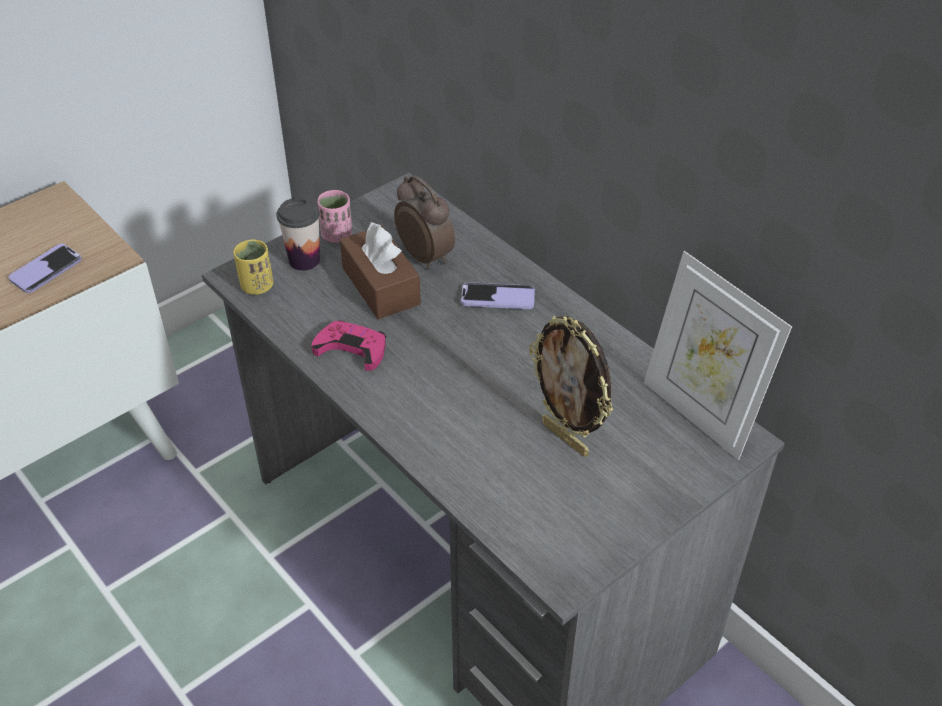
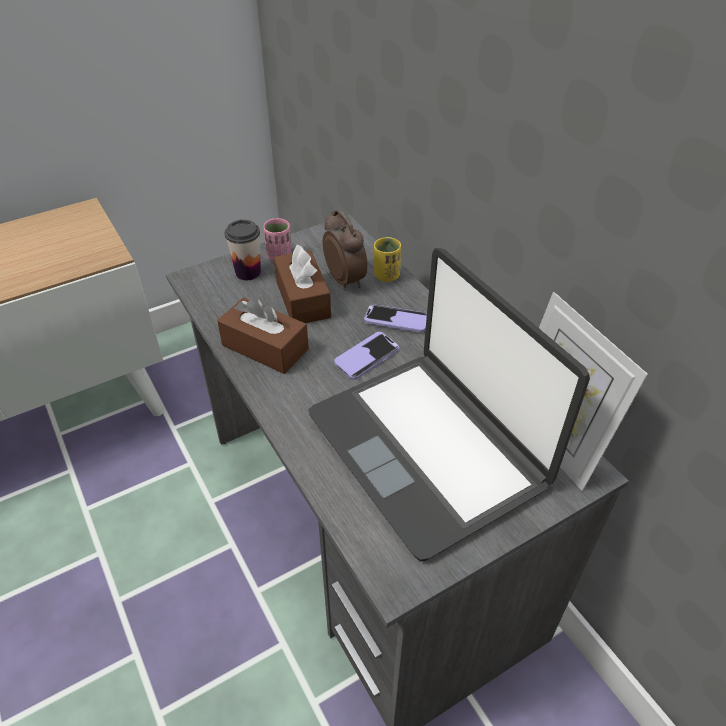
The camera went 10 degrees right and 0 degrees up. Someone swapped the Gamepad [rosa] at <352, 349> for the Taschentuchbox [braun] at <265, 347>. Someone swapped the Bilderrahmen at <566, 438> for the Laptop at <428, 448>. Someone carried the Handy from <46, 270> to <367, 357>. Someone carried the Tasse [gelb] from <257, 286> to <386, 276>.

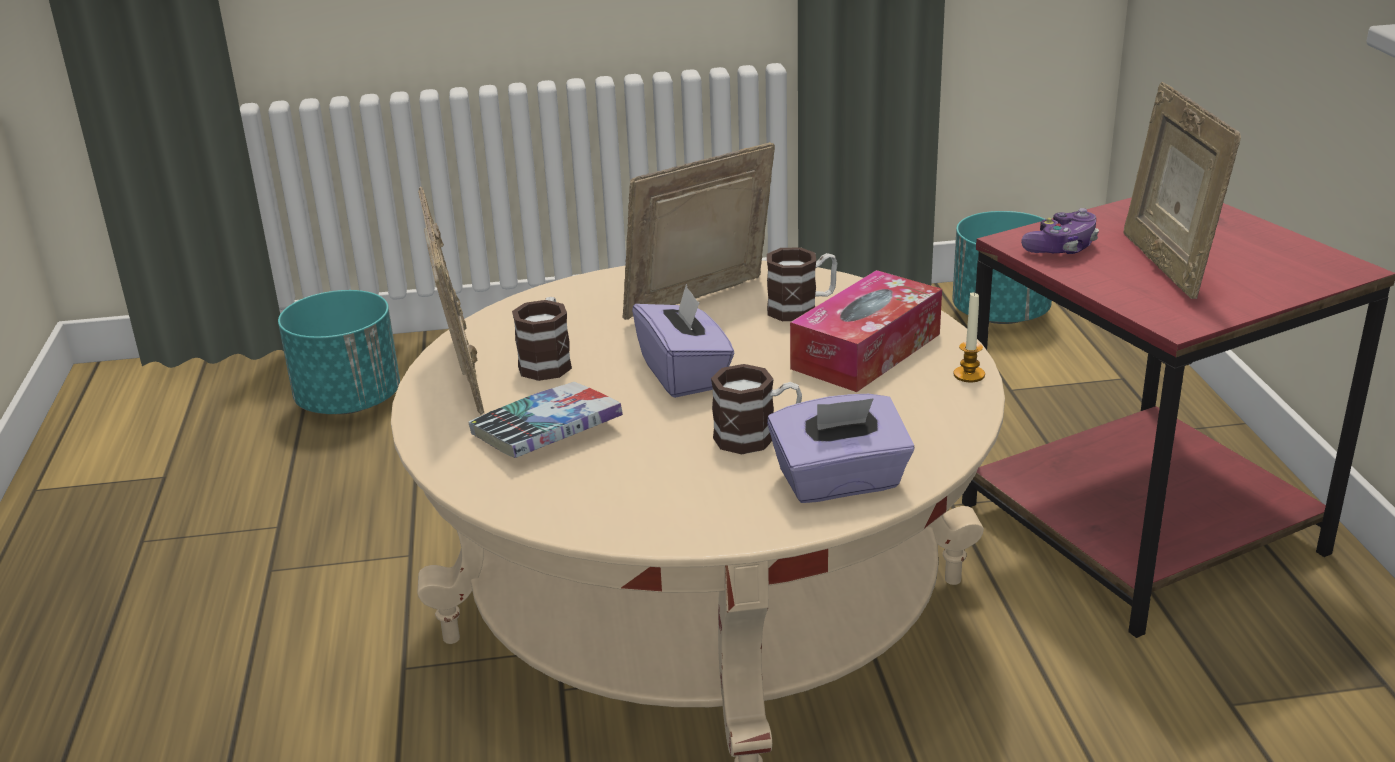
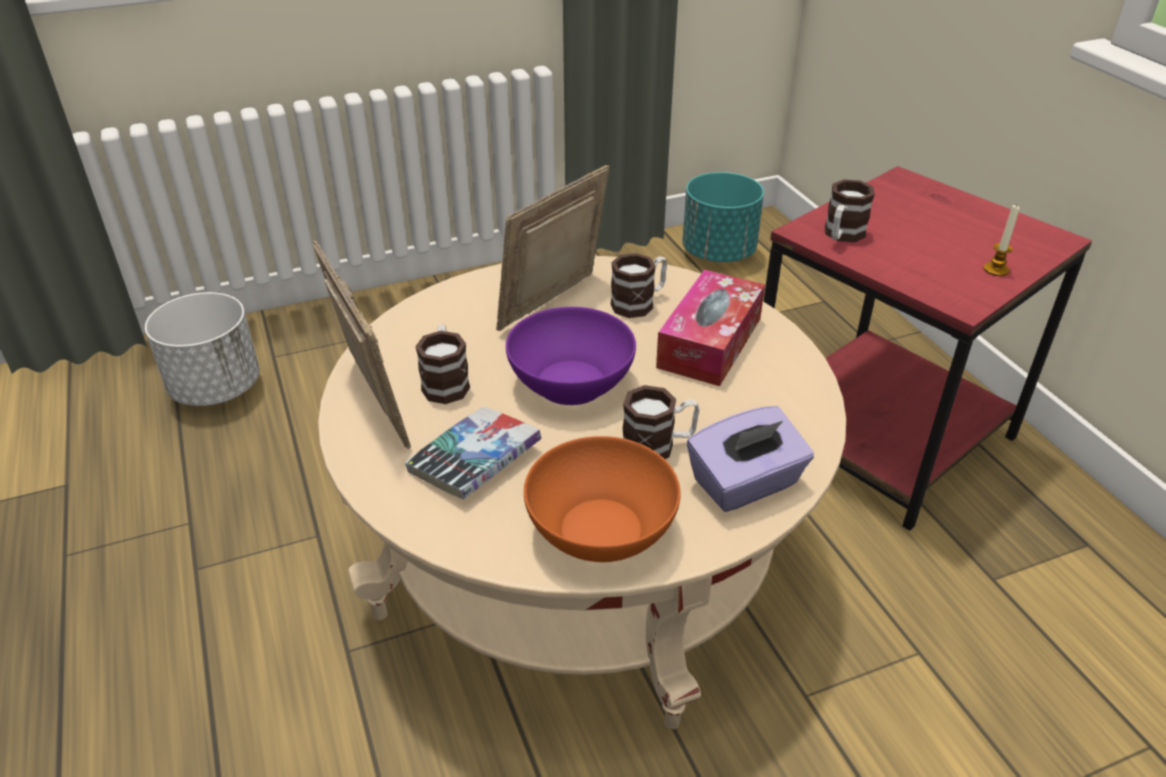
The camera went 15 degrees left and 10 degrees up. Someone repainted the Pflanzkübel [türkis] at <349, 402>, which became the Pflanzkübel [weiß] at <216, 388>. Someone swapped the Taschentuchbox [lila] at <684, 374> for the Schüssel [lila] at <570, 383>. Someone put down the Schüssel [orange] at <601, 531>. Someone swapped the Gamepad at <1061, 248> for the Henkelbecher at <841, 236>. Someone carried the Kerze from <969, 375> to <996, 269>. Someone took away the Bilderrahmen at <1166, 266>.

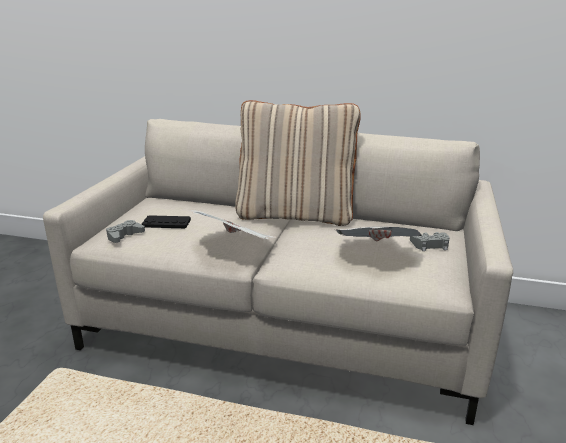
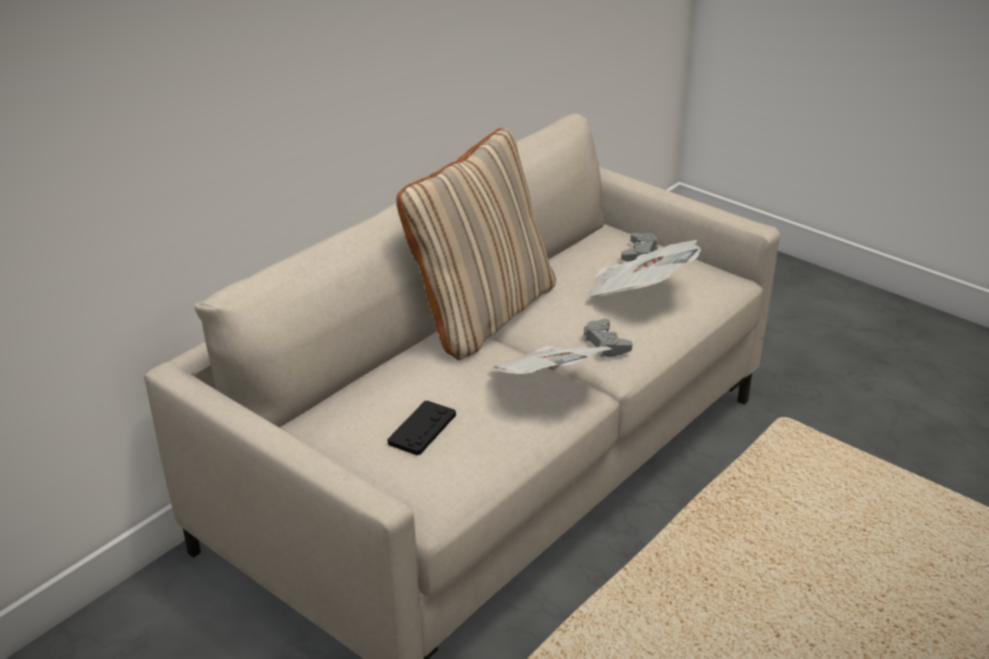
The camera went 65 degrees left and 10 degrees up. Someone carried the Gamepad [grau] from <124, 236> to <605, 344>.

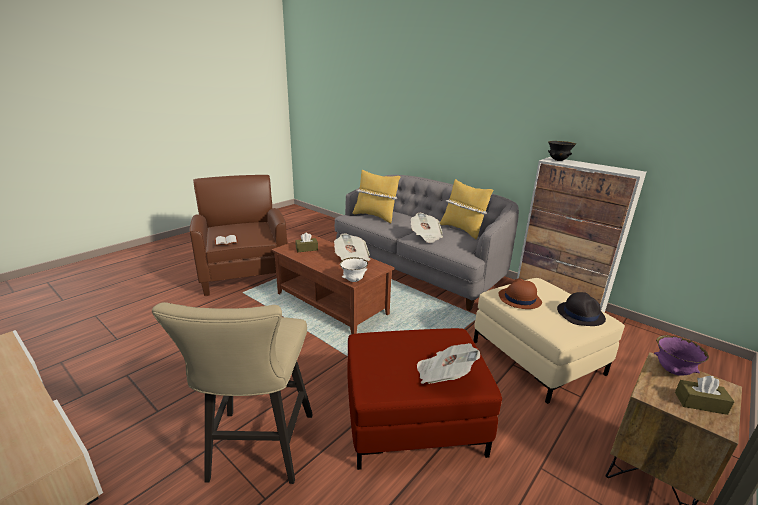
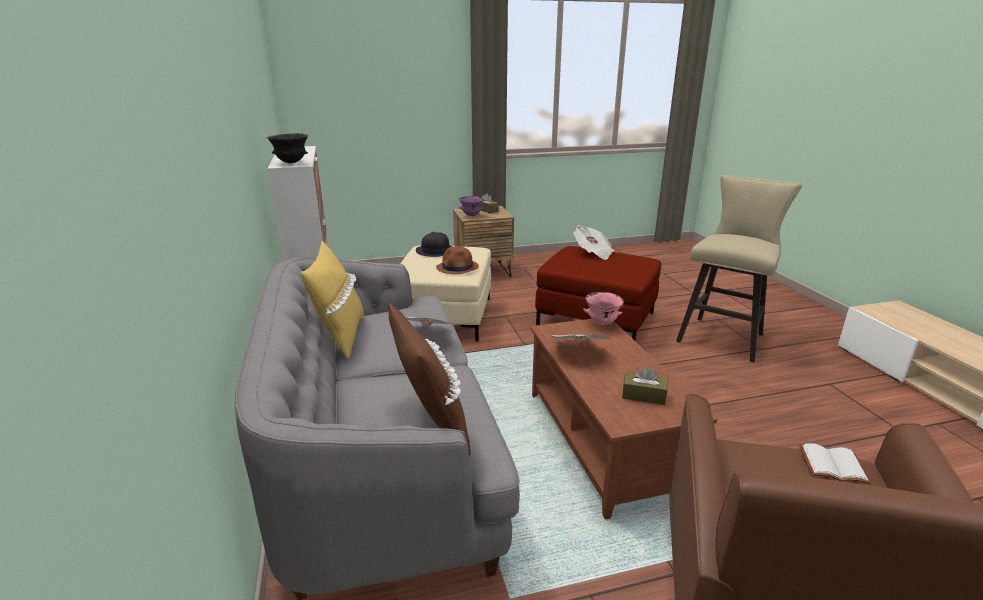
The camera went 145 degrees left and 0 degrees up. Someone repainted the Kissen [gelb] at <375, 216>, which became the Kissen [braun] at <430, 423>. Someone repainted the Schüssel [weiß] at <354, 280>, which became the Schüssel [rosa] at <602, 323>.

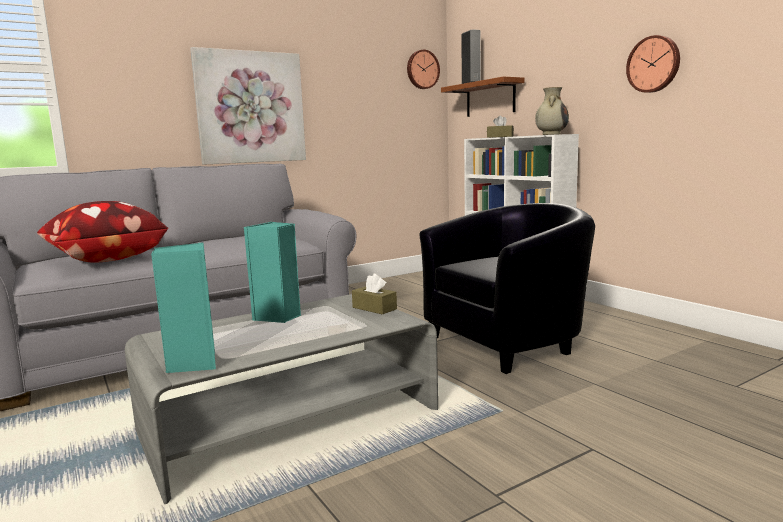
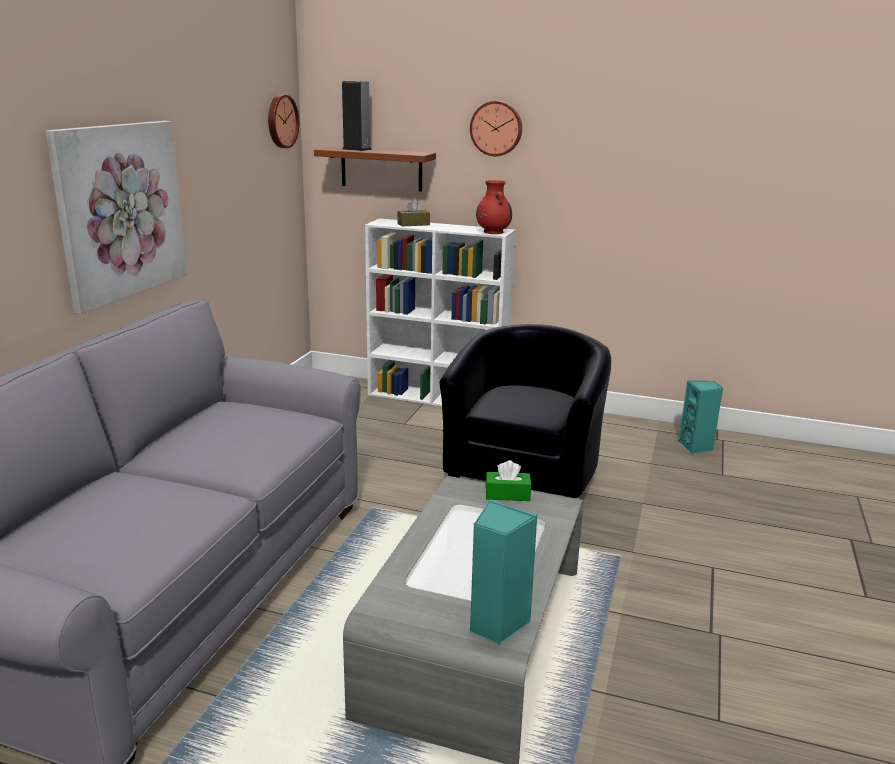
The camera went 40 degrees left and 10 degrees up. Someone carried the Wanduhr from <654, 64> to <496, 128>. Someone repainted the Vase [beige] at <551, 134>, which became the Vase [rot] at <493, 232>. Someone repainted the Taschentuchbox [braun] at <374, 308>, which became the Taschentuchbox [grün] at <507, 494>. Someone carried the Lautsprecher [türkis] from <278, 317> to <696, 447>. Someone took away the Kissen at <105, 260>.

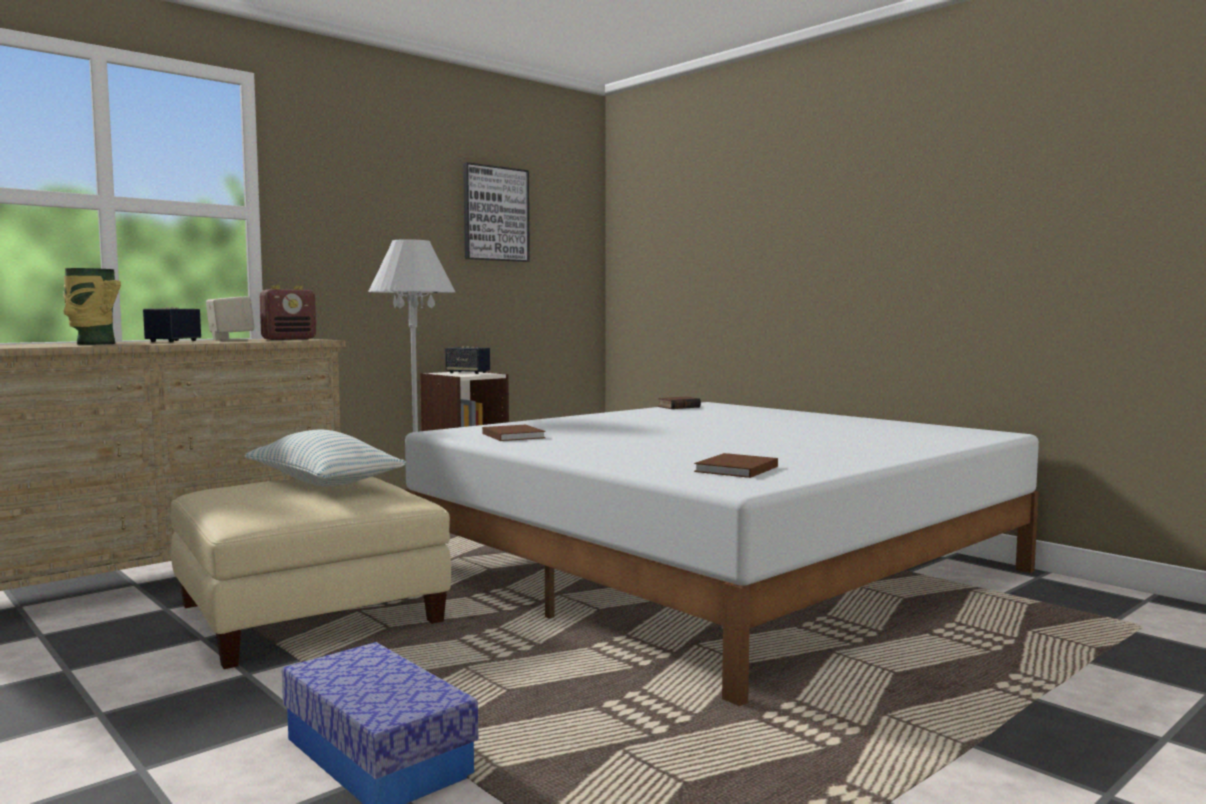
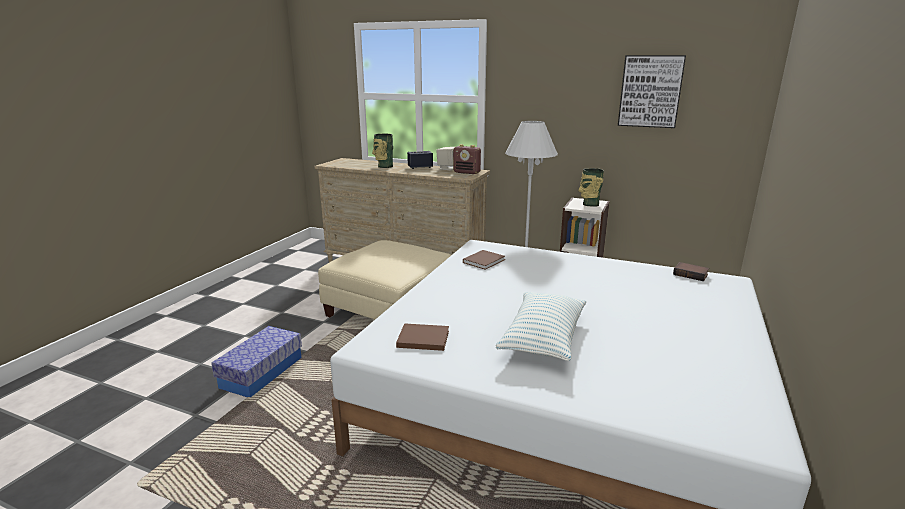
The camera went 65 degrees right and 15 degrees up. Someone carried the Kissen from <324, 483> to <543, 338>. Someone swapped the Lautsprecher at <468, 373> for the Vase at <589, 204>.

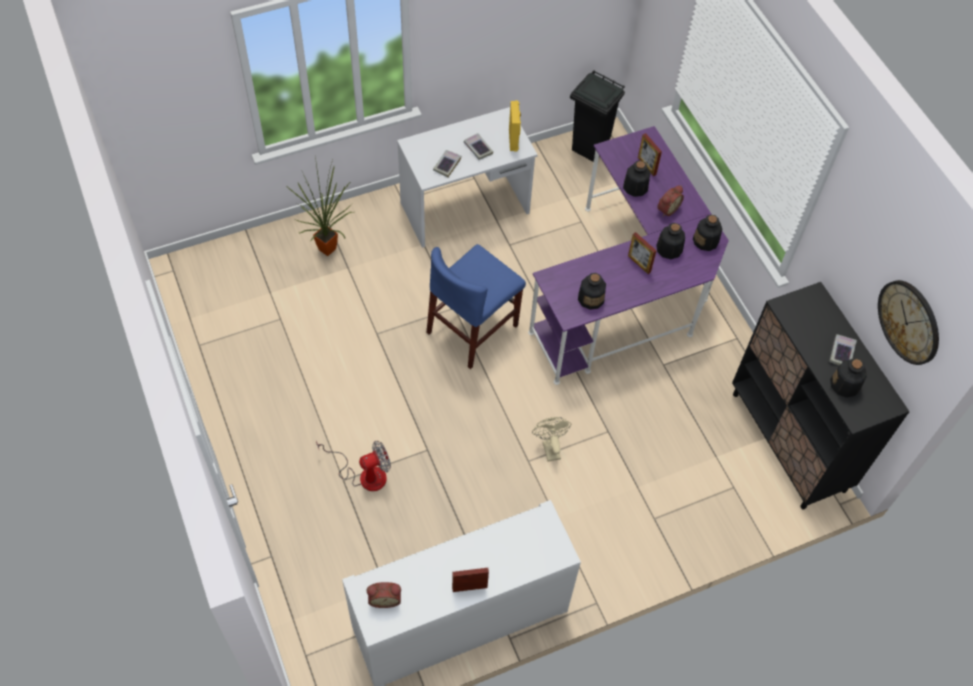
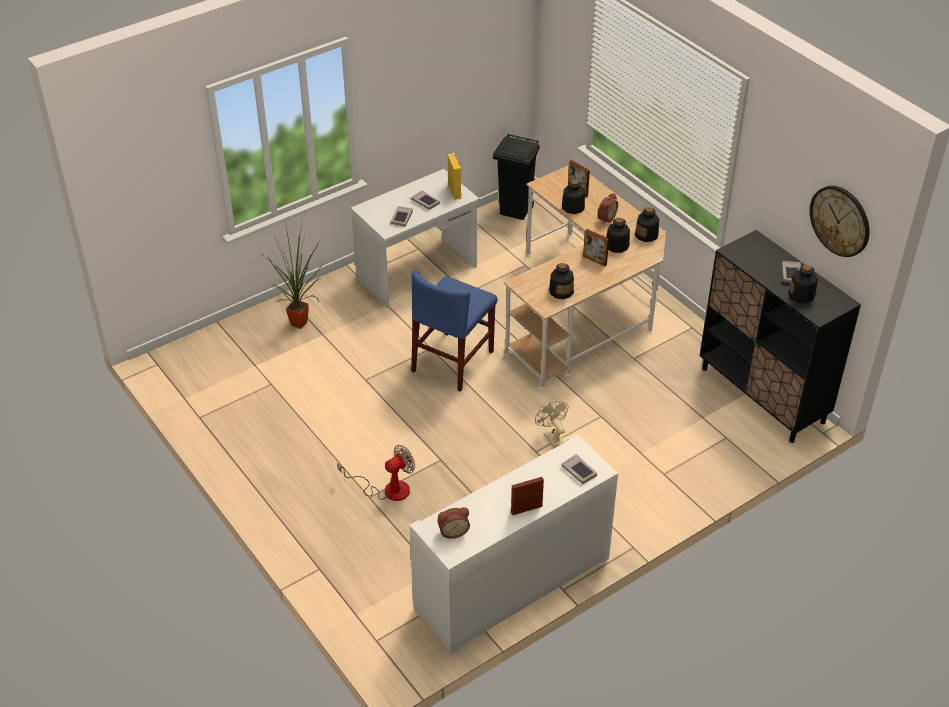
The camera went 10 degrees left and 15 degrees down. Someone repainted the Schreibtisch [lila] at <627, 292>, which became the Schreibtisch [beige] at <583, 310>. Someone put down the Buch at <578, 471>.

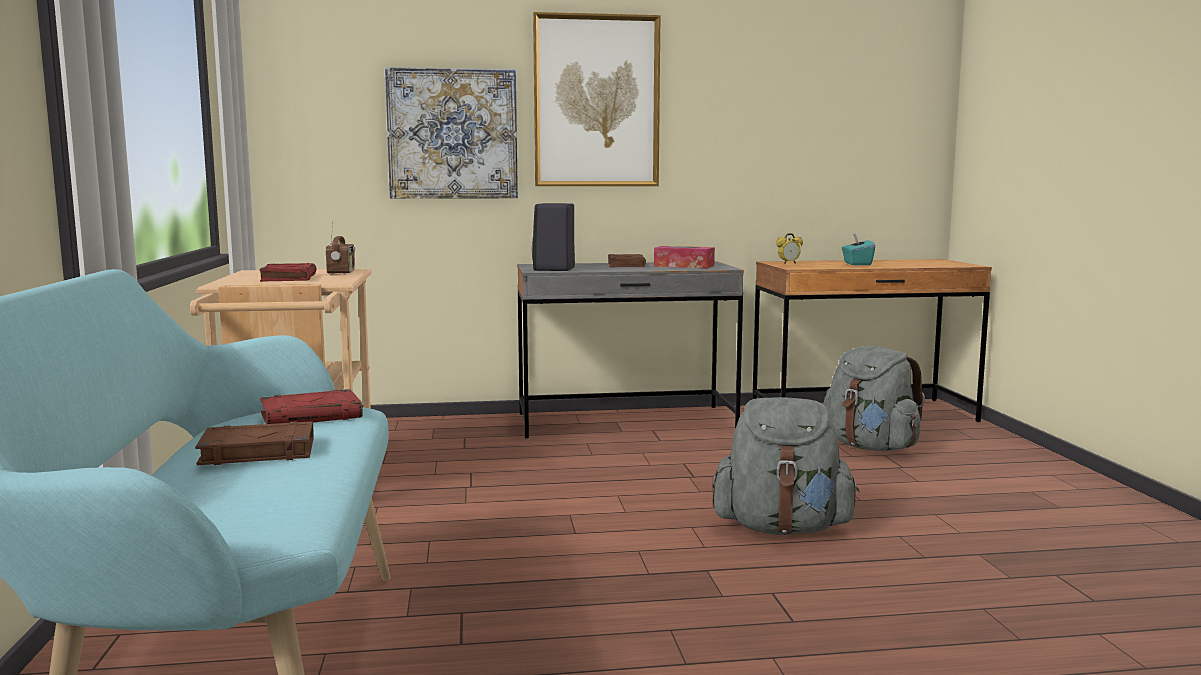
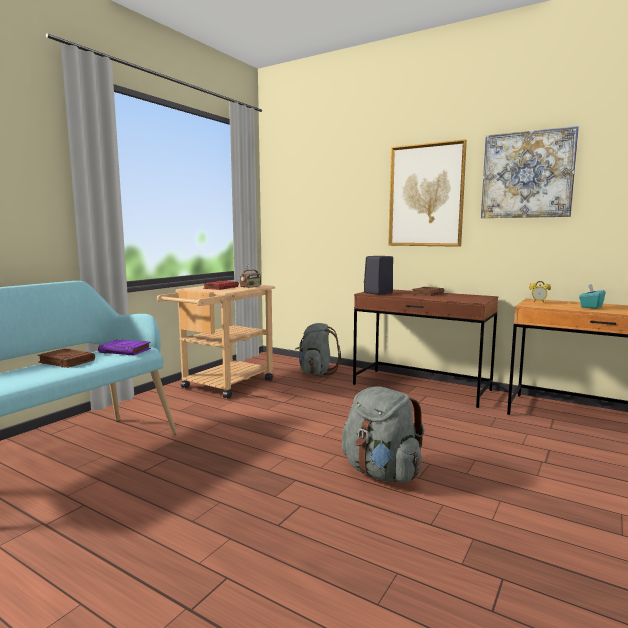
The camera went 40 degrees right and 0 degrees up. Someone repainted the Buch [rot] at <312, 416>, which became the Buch [lila] at <125, 351>. Someone carried the Rucksack [grau] from <871, 447> to <316, 372>. Someone repainted the Schreibtisch [grau] at <626, 422>, which became the Schreibtisch [braun] at <421, 387>. Someone carried the Bild from <452, 134> to <527, 175>. Someone took away the Taschentuchbox at <684, 266>.

